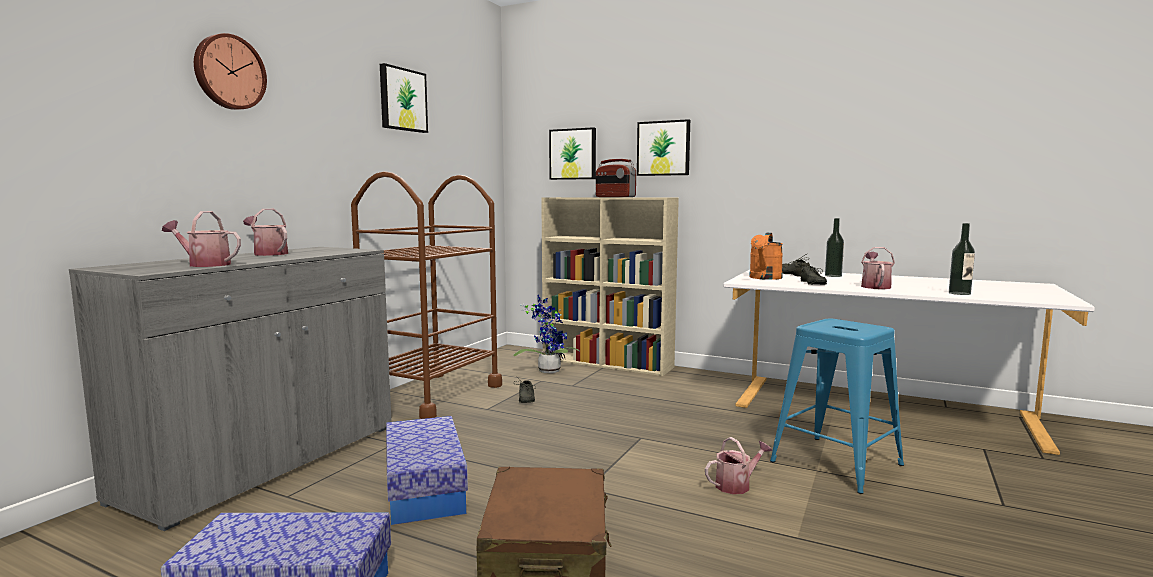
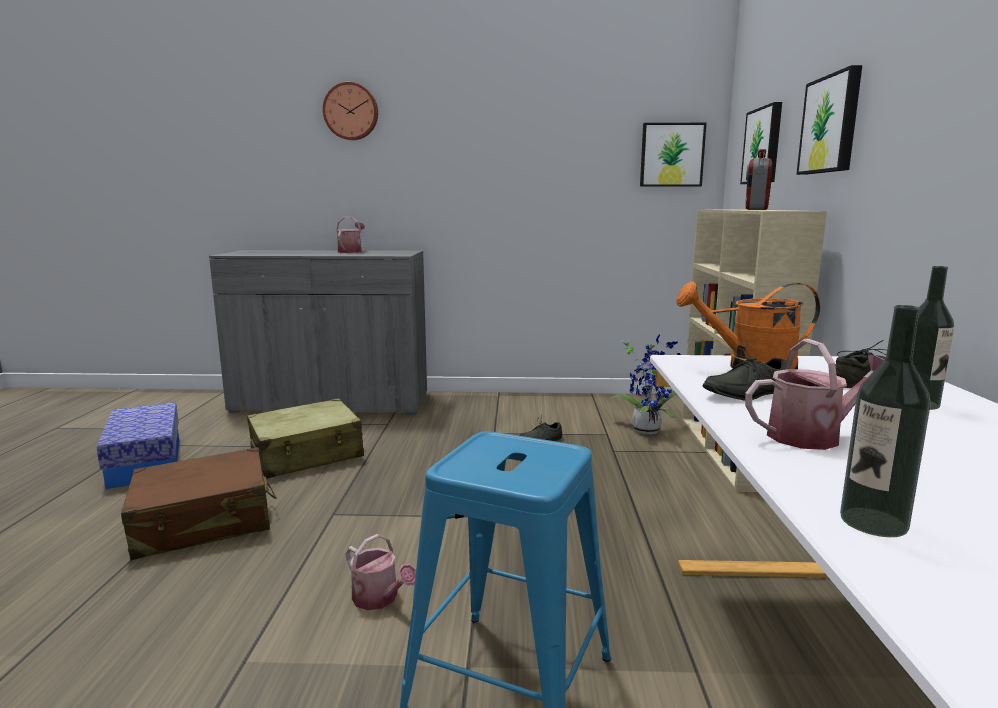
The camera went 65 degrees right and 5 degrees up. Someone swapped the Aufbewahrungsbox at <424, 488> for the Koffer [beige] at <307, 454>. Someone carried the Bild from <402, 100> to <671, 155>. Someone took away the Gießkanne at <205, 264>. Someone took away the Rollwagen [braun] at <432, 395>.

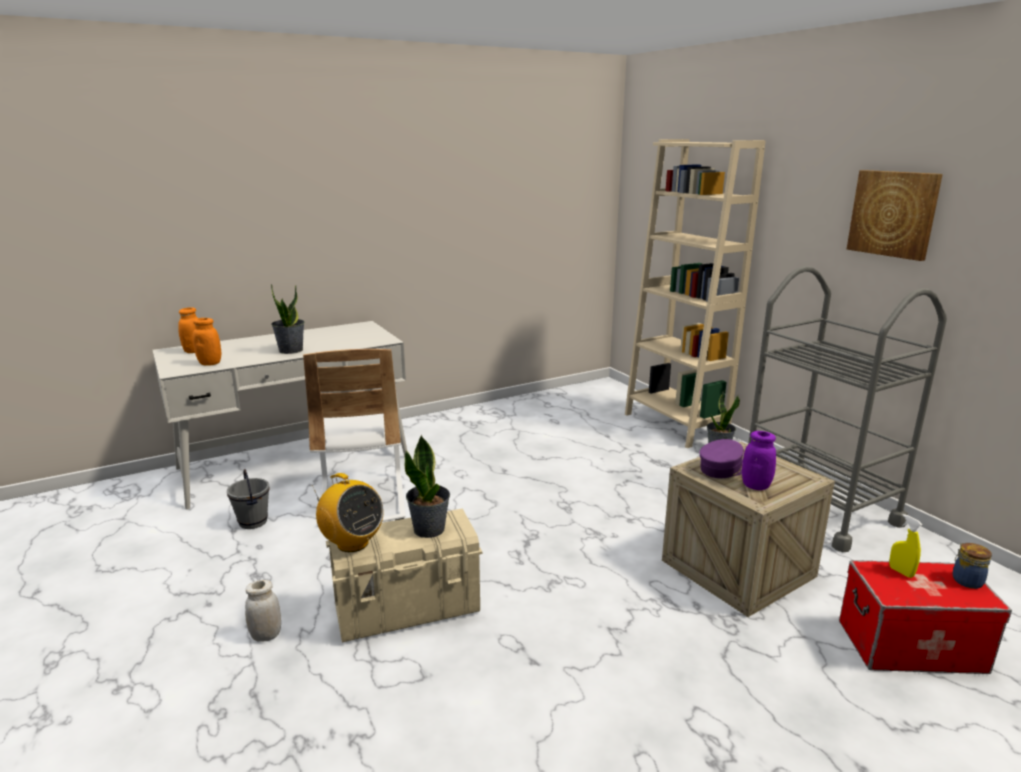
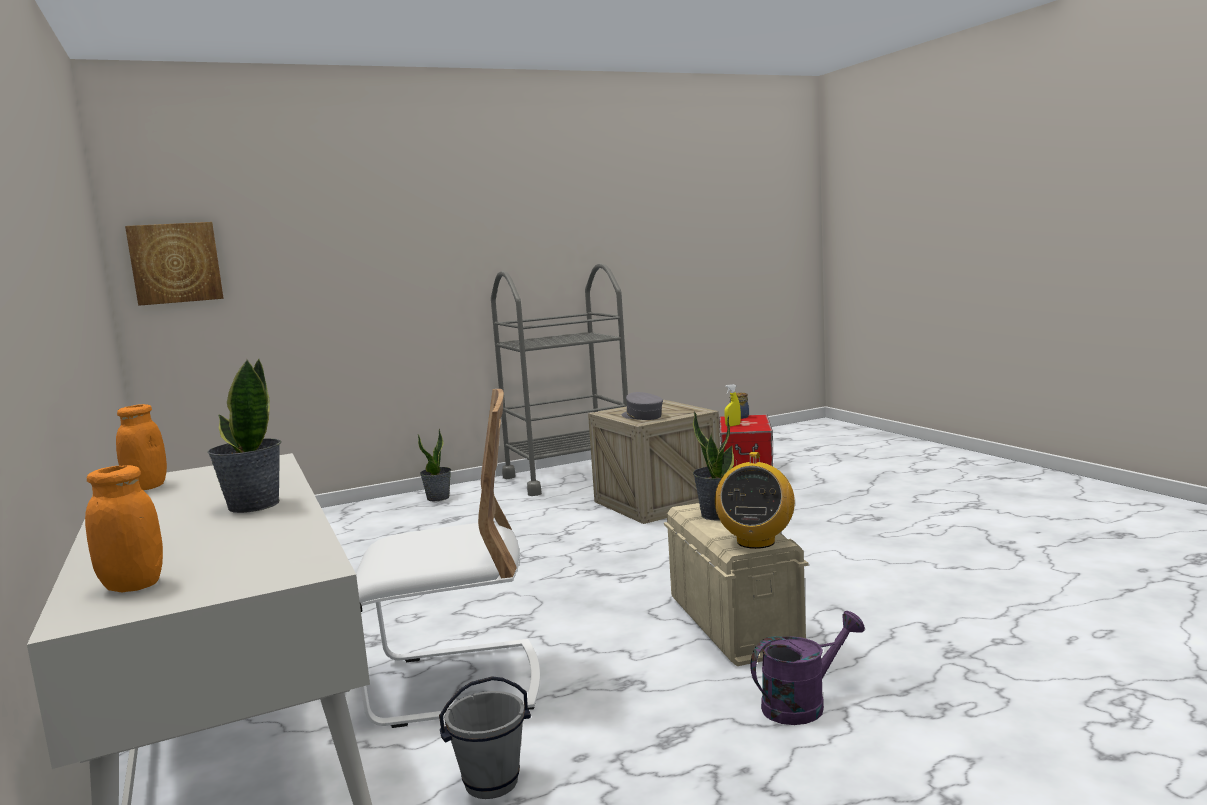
The camera went 85 degrees left and 10 degrees down. Someone carried the Vorratsglas [orange] from <210, 363> to <146, 487>. Someone carried the Bild from <893, 214> to <175, 263>. Someone repainted the Kappe [lila] at <722, 468>, which became the Kappe [grau] at <642, 416>. Someone rotated the Radio at <352, 543> by 150 degrees clockwise. Someone swapped the Vorratsglas [weiß] at <266, 635> for the Gießkanne [lila] at <802, 704>. Someone took away the Bücherregal [beige] at <675, 425>. Someone took away the Vorratsglas [lila] at <756, 486>.

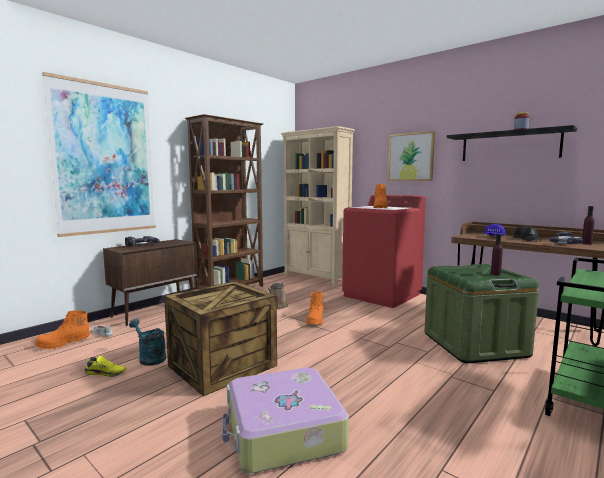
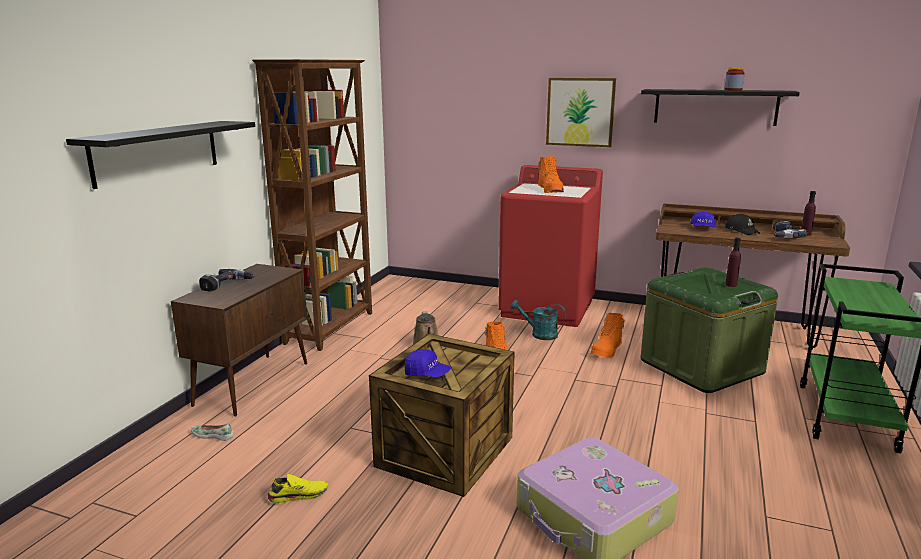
The camera went 20 degrees left and 10 degrees up. Someone swapped the Bild at <104, 159> for the Wandregal [schwarz] at <157, 152>. Someone put down the Kappe [blau] at <427, 374>. Someone carried the Gießkanne [türkis] from <149, 358> to <539, 334>. Someone carried the Stiefel [orange] from <63, 343> to <607, 351>. Someone took away the Bücherregal [beige] at <316, 277>.

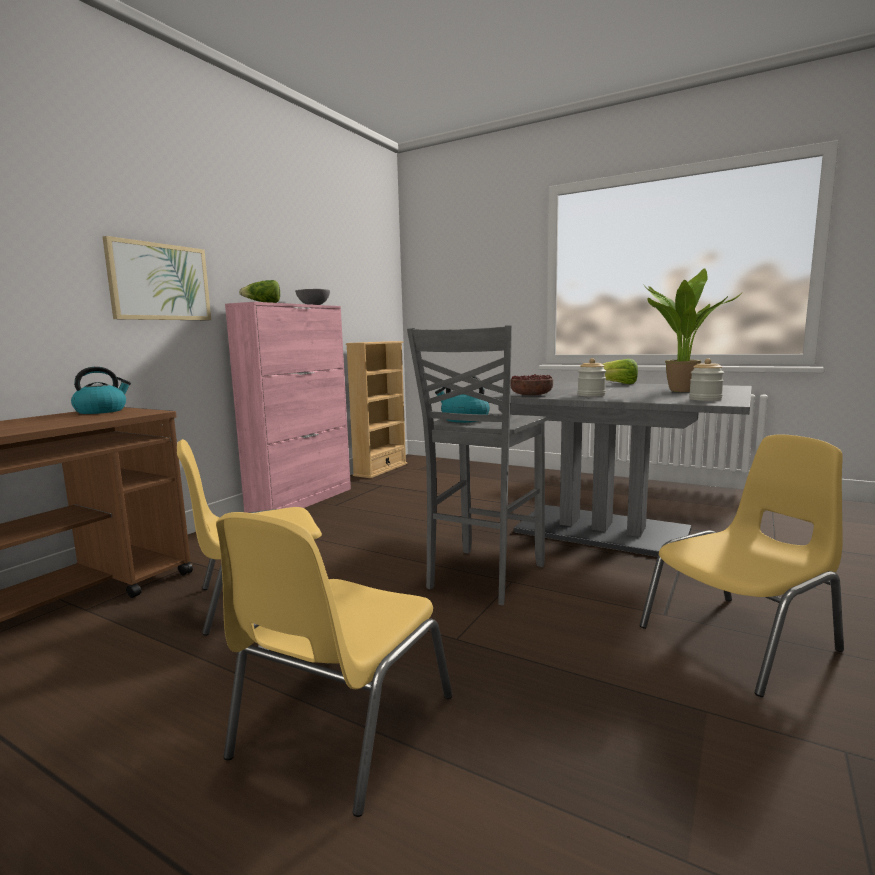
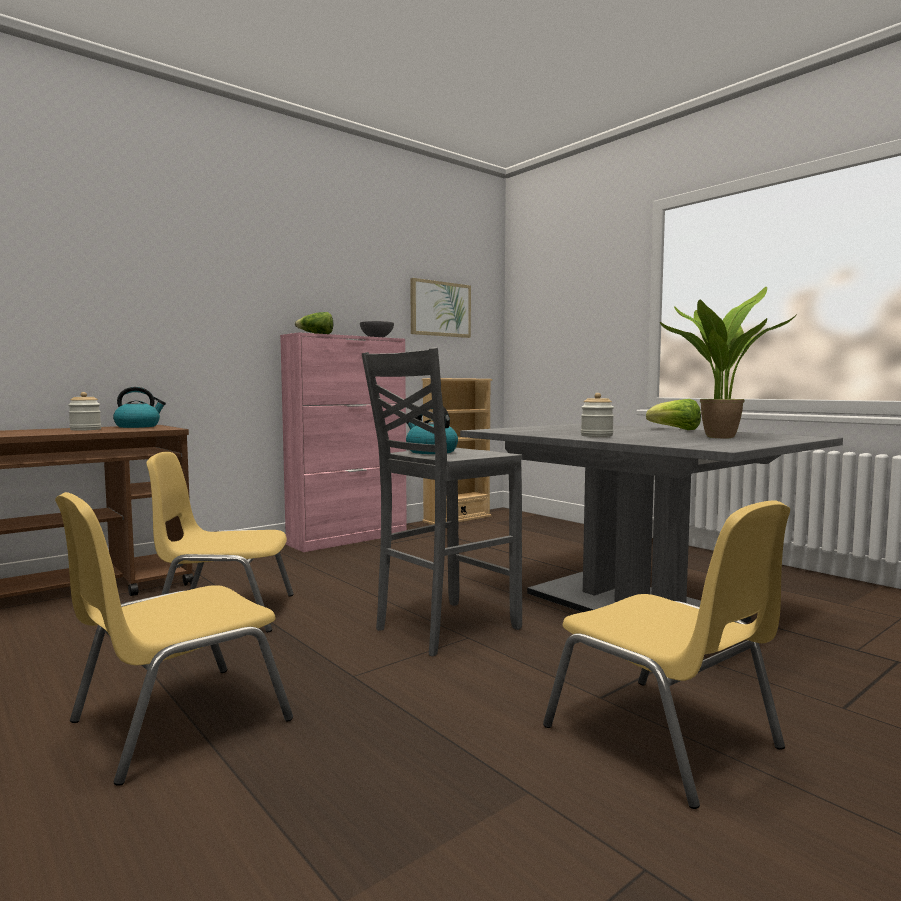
The camera went 20 degrees right and 5 degrees down. Someone carried the Vorratsglas from <705, 399> to <85, 429>. Someone carried the Bild from <159, 282> to <440, 309>. Someone rotated the Stuhl [gelb] at <741, 639> by 60 degrees clockwise. Someone took away the Schüssel at <531, 395>.

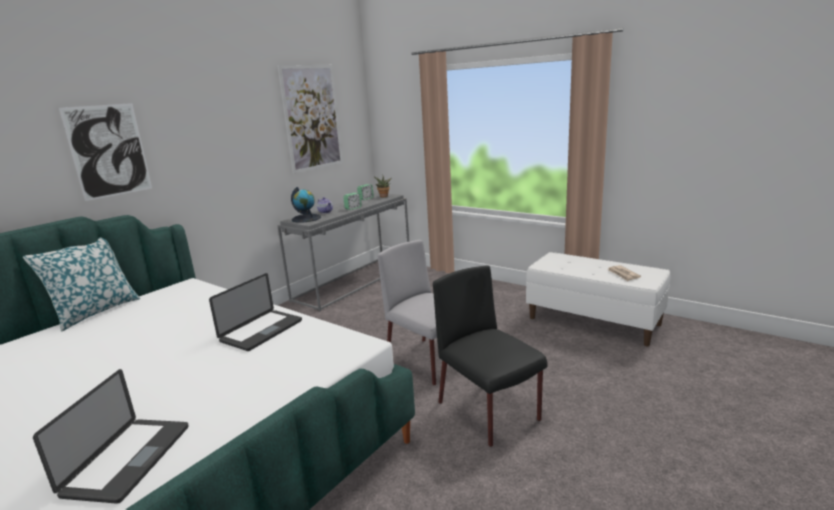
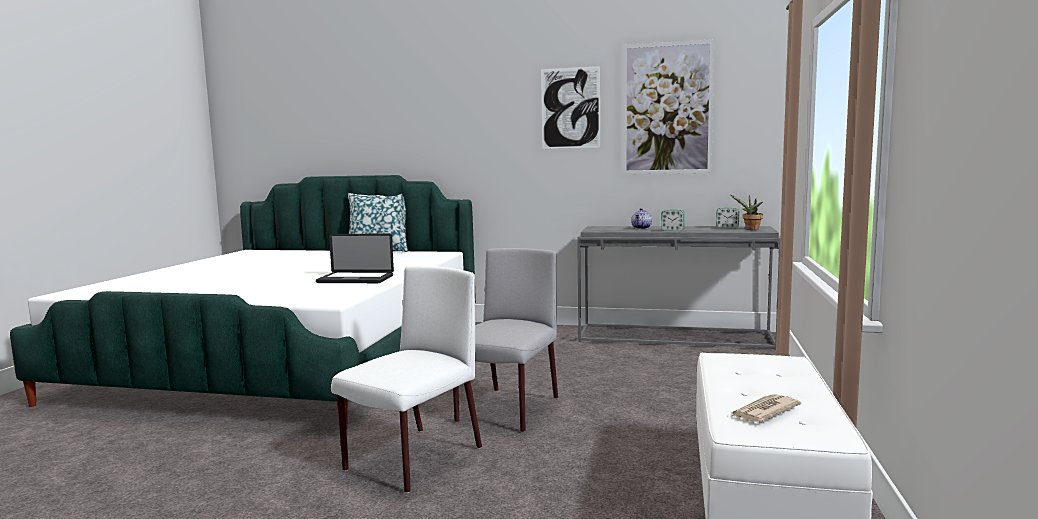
The camera went 65 degrees right and 10 degrees down. Someone repainted the Stuhl [schwarz] at <489, 412>, which became the Stuhl [weiß] at <413, 459>. Someone carried the Bild from <109, 151> to <570, 108>. Someone took away the Laptop at <128, 460>. Someone took away the Globus at <306, 218>.

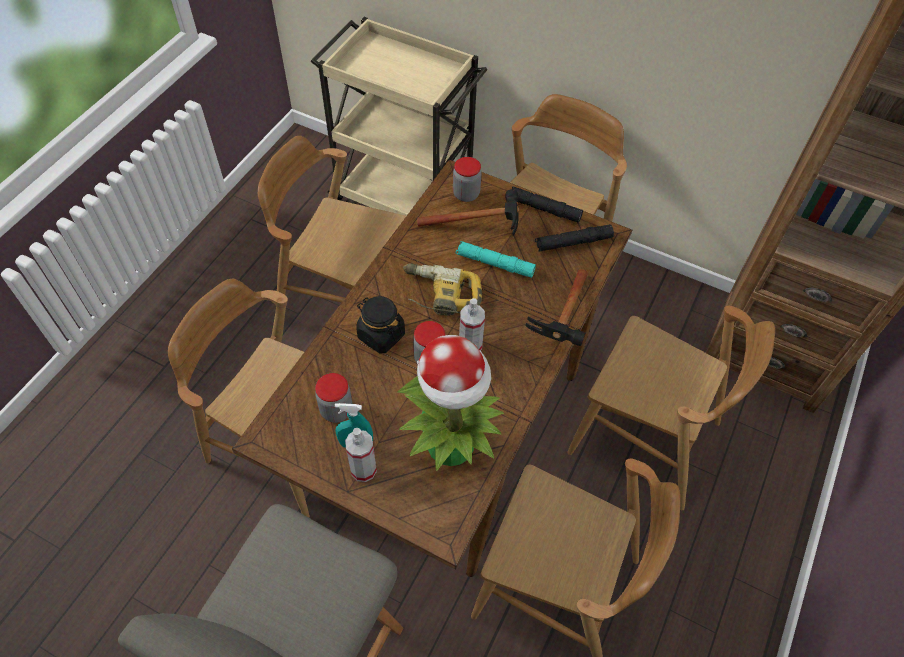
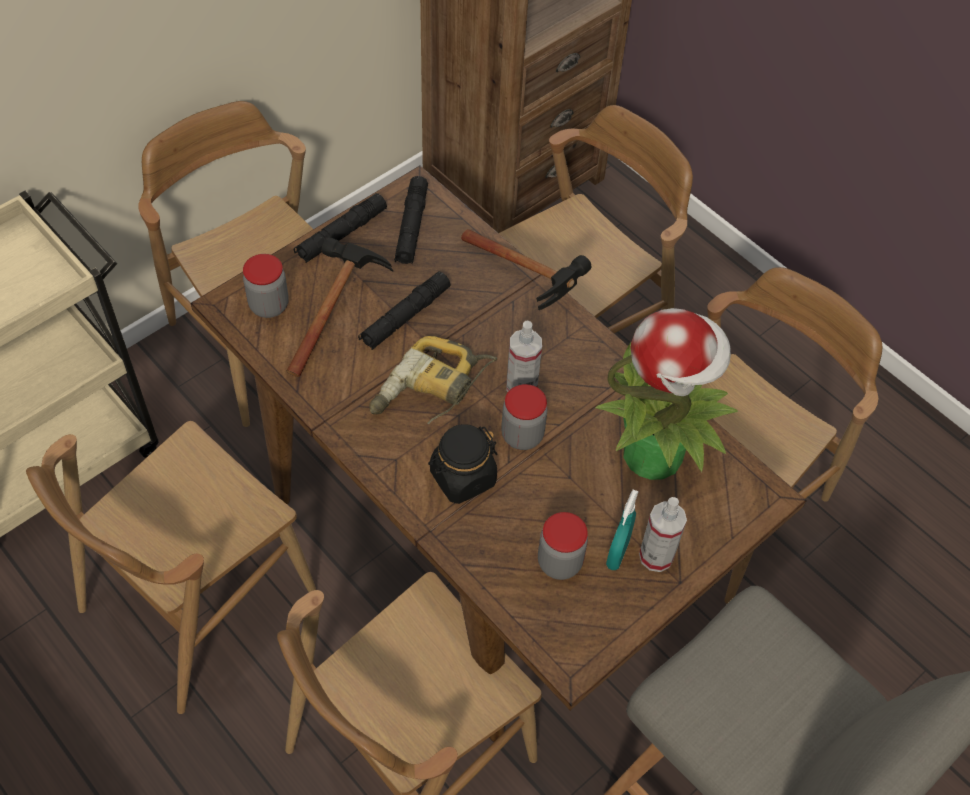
The camera went 70 degrees left and 0 degrees up. Someone repainted the Taschenlampe [türkis] at <495, 264>, which became the Taschenlampe [schwarz] at <405, 317>.

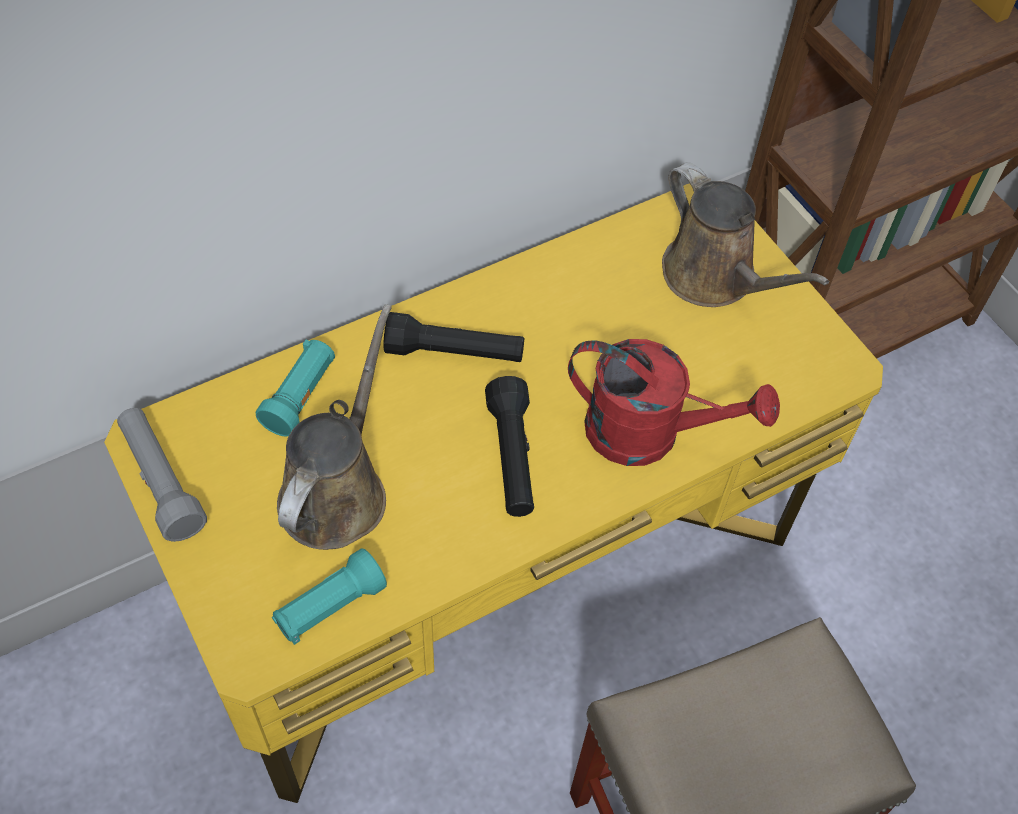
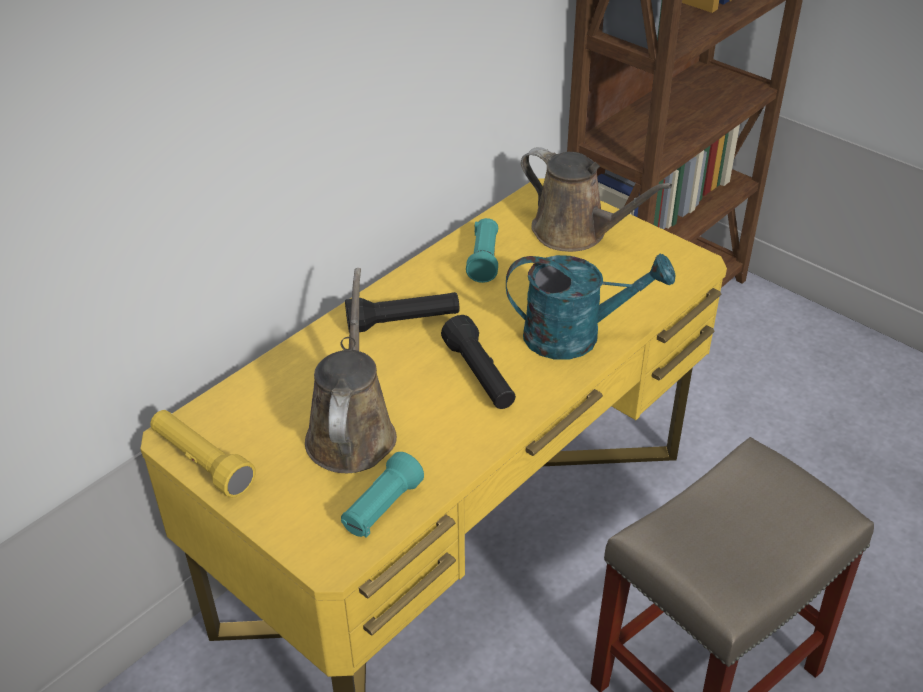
The camera went 15 degrees left and 15 degrees down. Someone repainted the Taschenlampe [grau] at <161, 481>, which became the Taschenlampe [gelb] at <202, 462>. Someone carried the Taschenlampe [türkis] from <301, 396> to <484, 260>. Someone repainted the Gießkanne [rot] at <649, 434>, which became the Gießkanne [türkis] at <576, 336>.

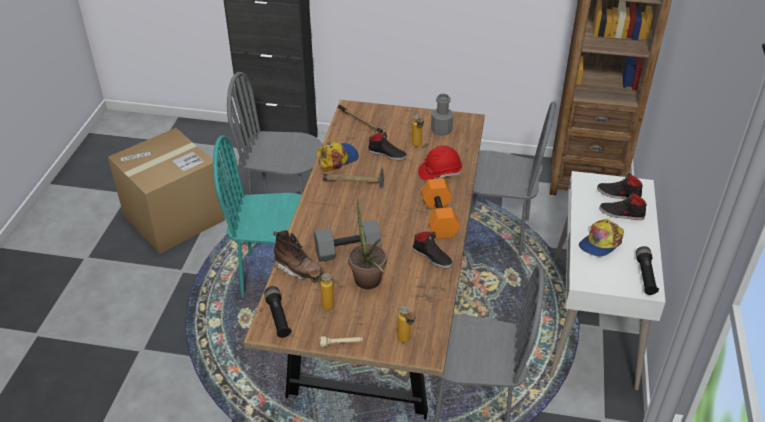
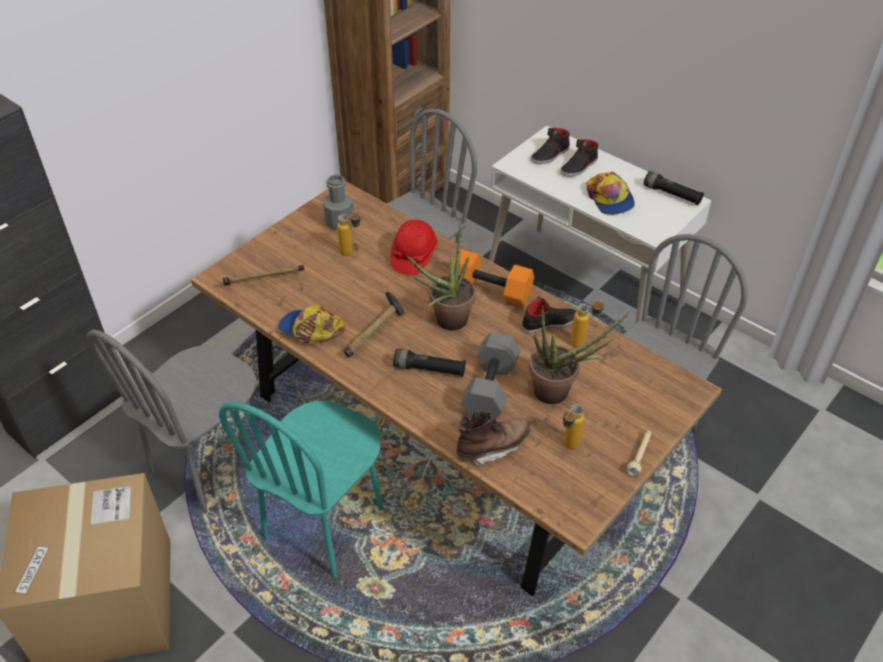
The camera went 60 degrees left and 5 degrees up. Someone rotated the Kappe at <337, 158> by 60 degrees counterclockwise. Someone carried the Taschenlampe [schwarz] from <278, 317> to <429, 369>. Someone put down the Topfpflanze at <446, 323>. Someone carried the Flasche from <406, 342> to <584, 343>. Someone took away the Schuh [schwarz] at <387, 154>.

